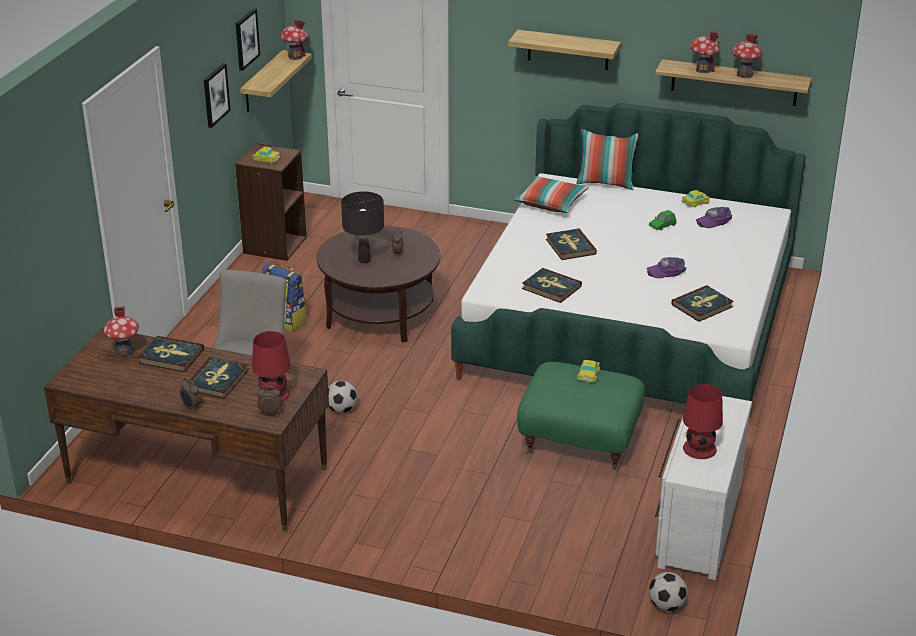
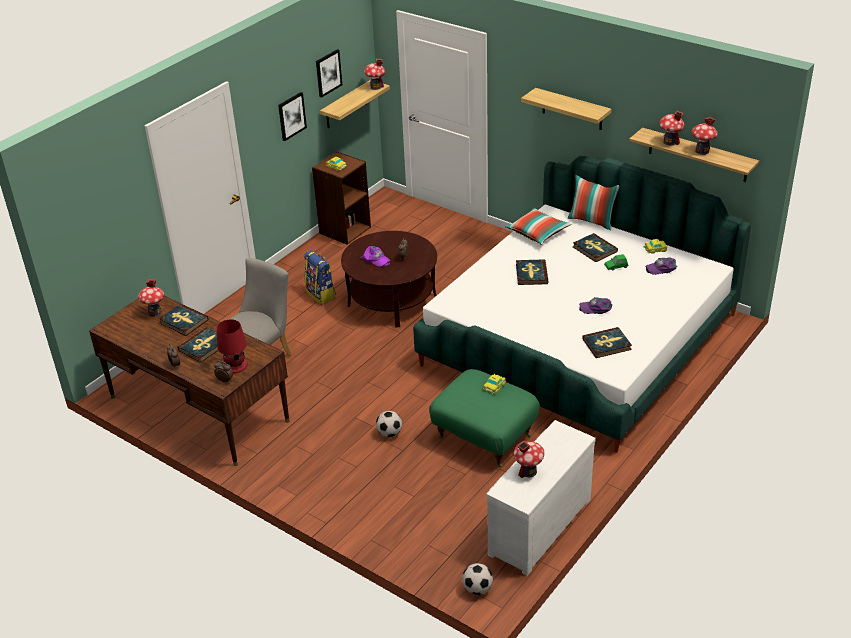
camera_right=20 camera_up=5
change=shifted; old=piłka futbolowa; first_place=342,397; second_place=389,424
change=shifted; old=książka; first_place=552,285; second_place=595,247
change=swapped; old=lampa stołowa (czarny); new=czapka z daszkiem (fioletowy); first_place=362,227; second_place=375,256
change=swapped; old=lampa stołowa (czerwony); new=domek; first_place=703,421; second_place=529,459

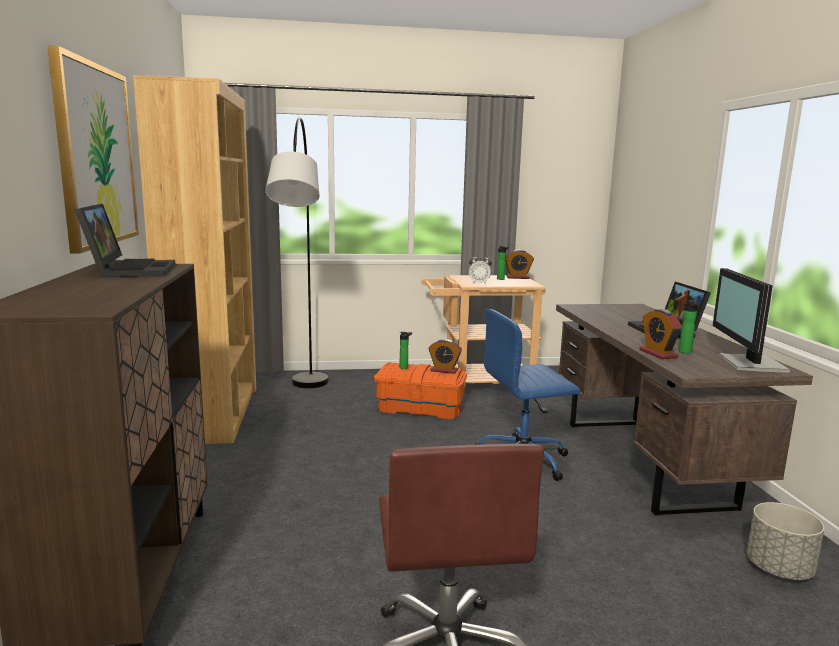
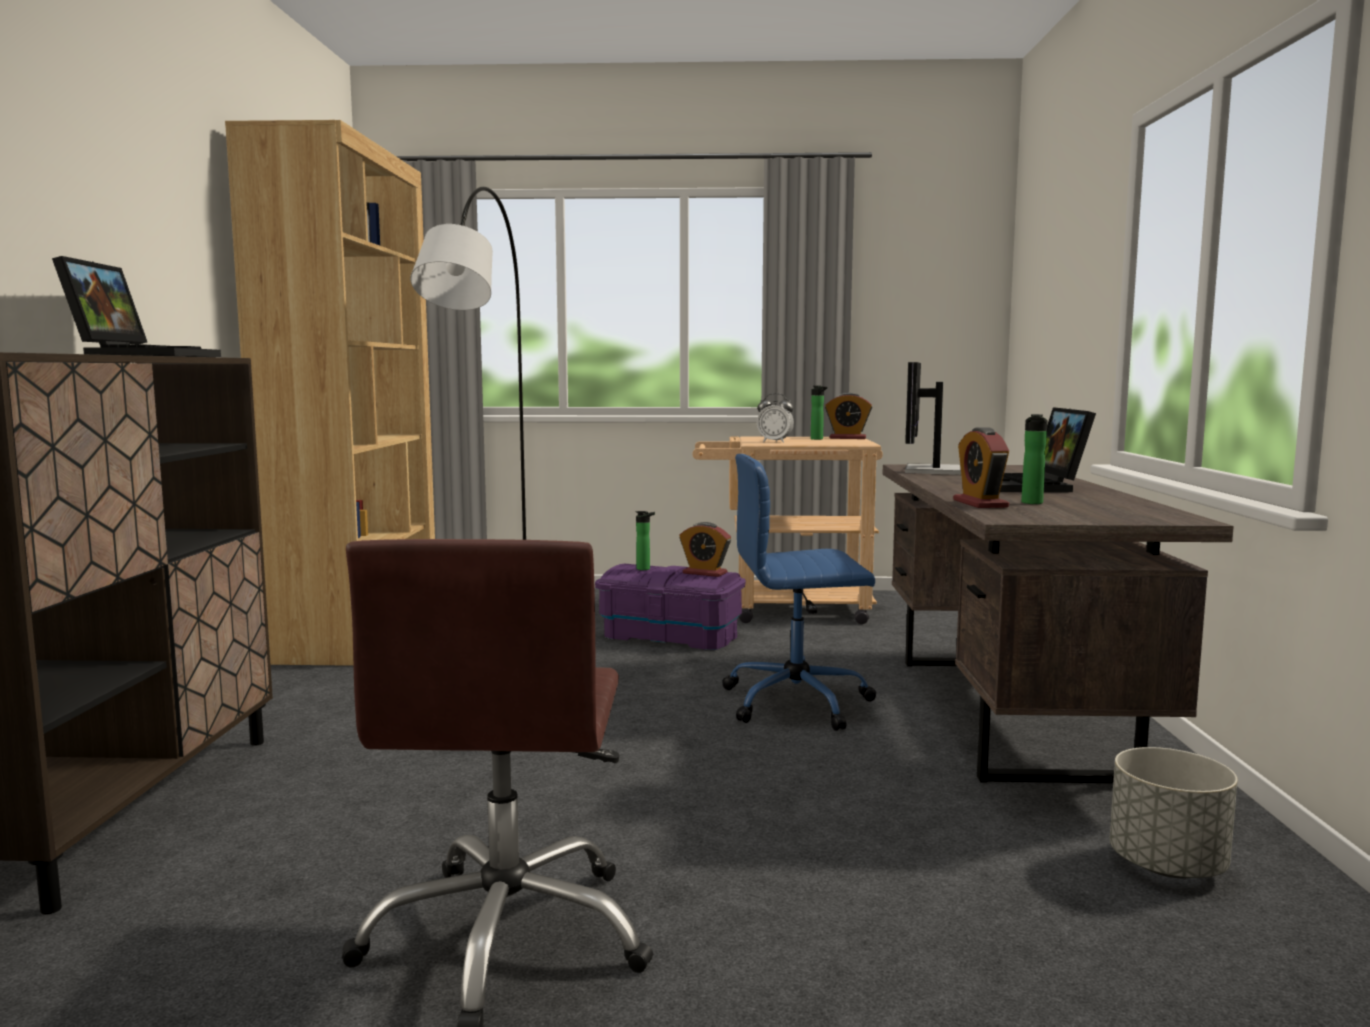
camera_right=10 camera_up=-5
change=gone; old=obraz; first_place=93,149
change=shifted; old=monitor; first_place=751,320; second_place=933,418
change=repainted; old=pojemnik do przechowywania (pomarańczowy); new=pojemnik do przechowywania (fioletowy); first_place=420,390; second_place=670,607

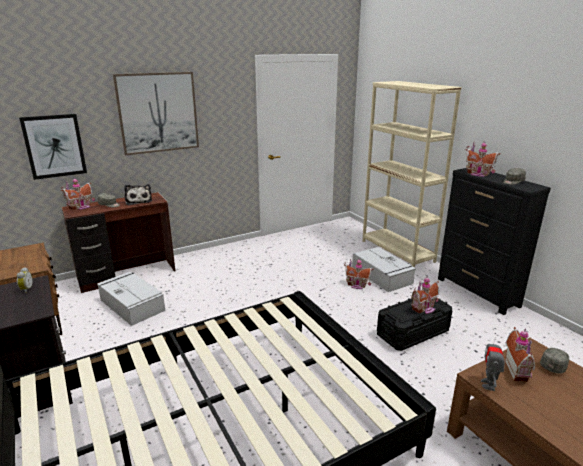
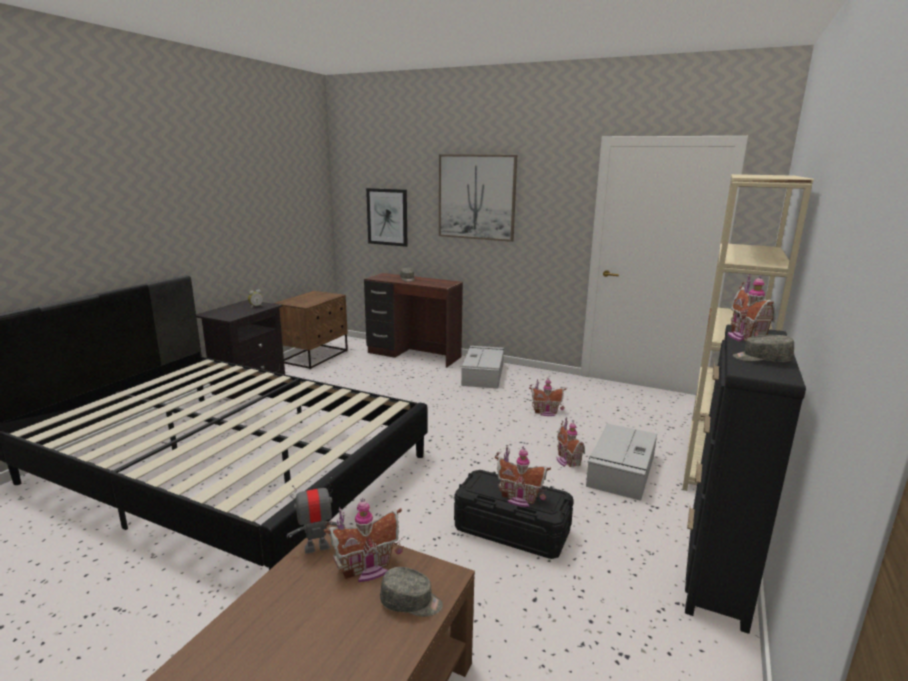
camera_right=55 camera_up=-5
change=gone; old=pluszak; first_place=138,194
change=shifted; old=domek; first_place=78,193; second_place=547,396
change=shifted; old=pojemnik do przechowywania (szary); first_place=131,298; second_place=482,367

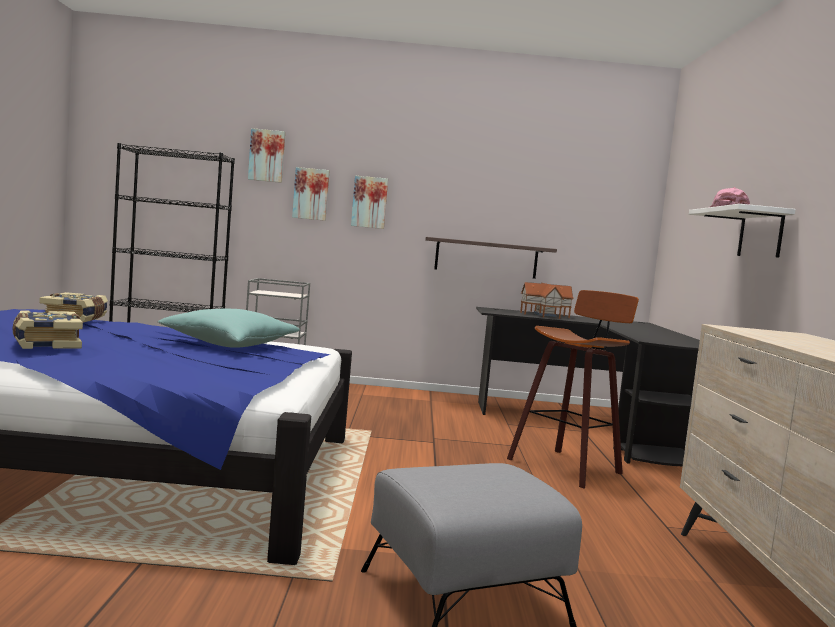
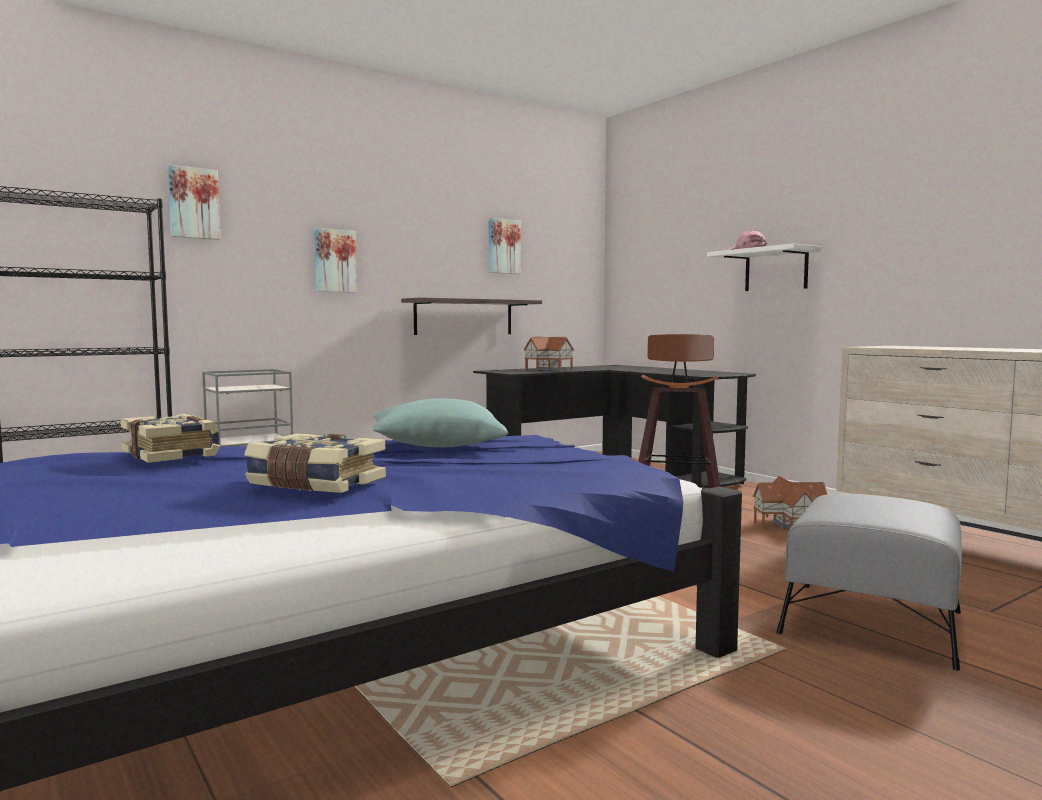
camera_right=-35 camera_up=0
change=new; new=domek; second_place=789,502
change=shifted; old=obraz; first_place=310,194; second_place=505,246

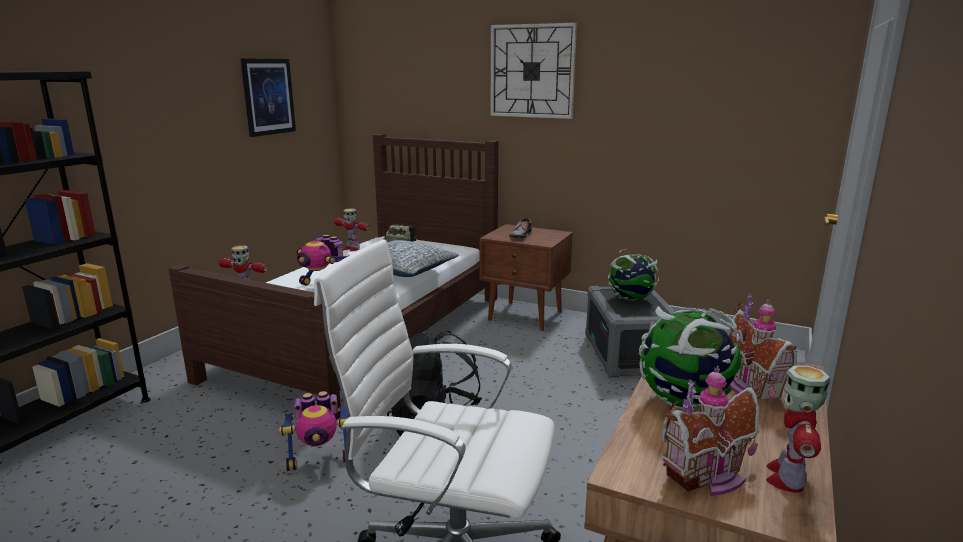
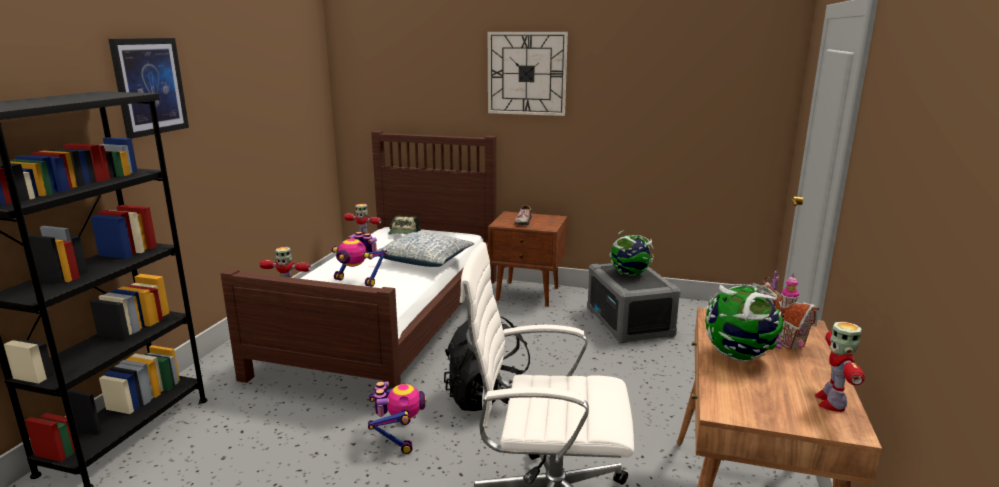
camera_right=-10 camera_up=0
change=gone; old=domek; first_place=711,431
change=shifted; old=obraz; first_place=268,97; second_place=148,88
change=rotated; old=robot zabawkowy; first_place=313,431; second_place=397,417; degrees=-75

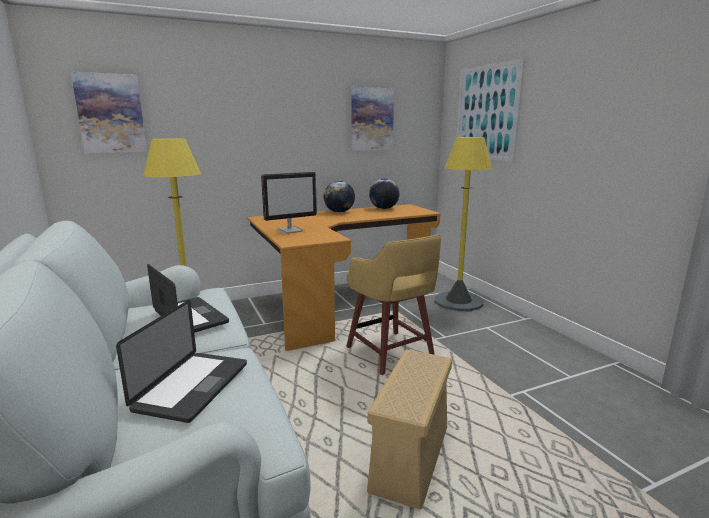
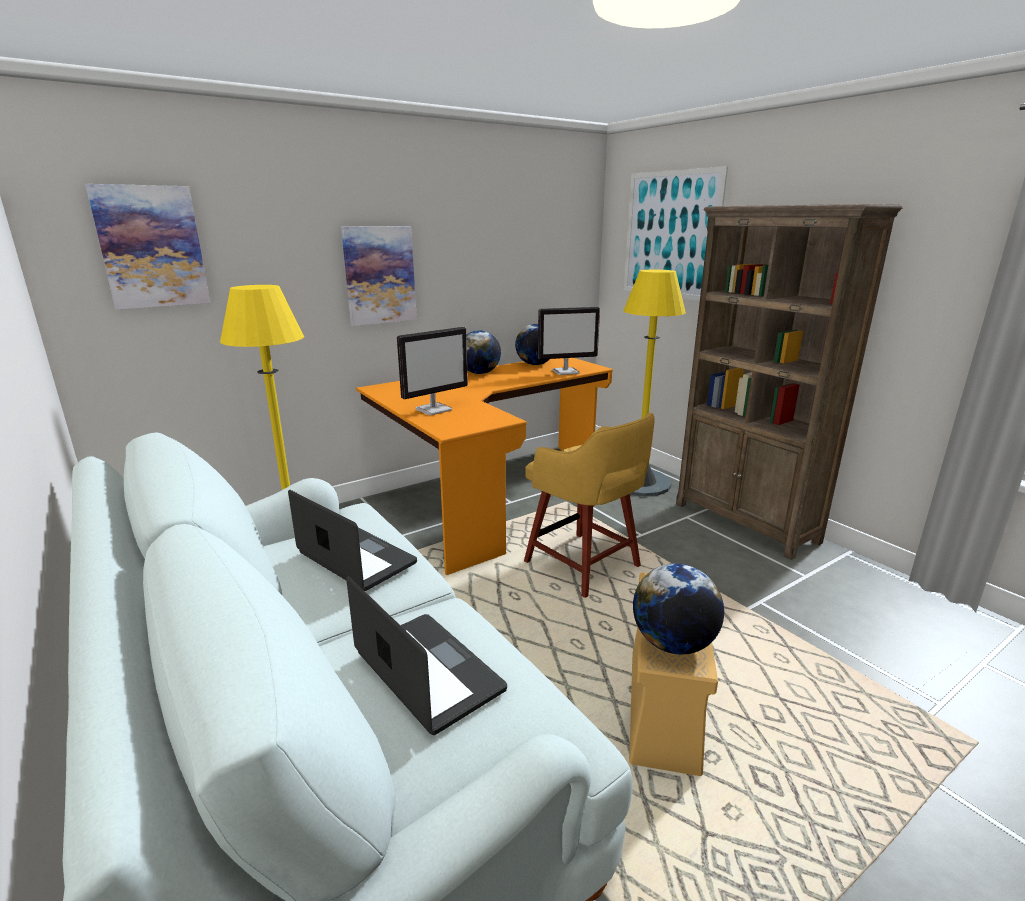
camera_right=-10 camera_up=5
change=new; new=monitor; second_place=569,341
change=new; new=globus; second_place=678,609
change=new; new=regał (brązowy); second_place=789,382
change=shifted; old=obraz; first_place=372,119; second_place=379,276
change=rotated; old=laptop; first_place=181,361; second_place=426,655; degrees=-45

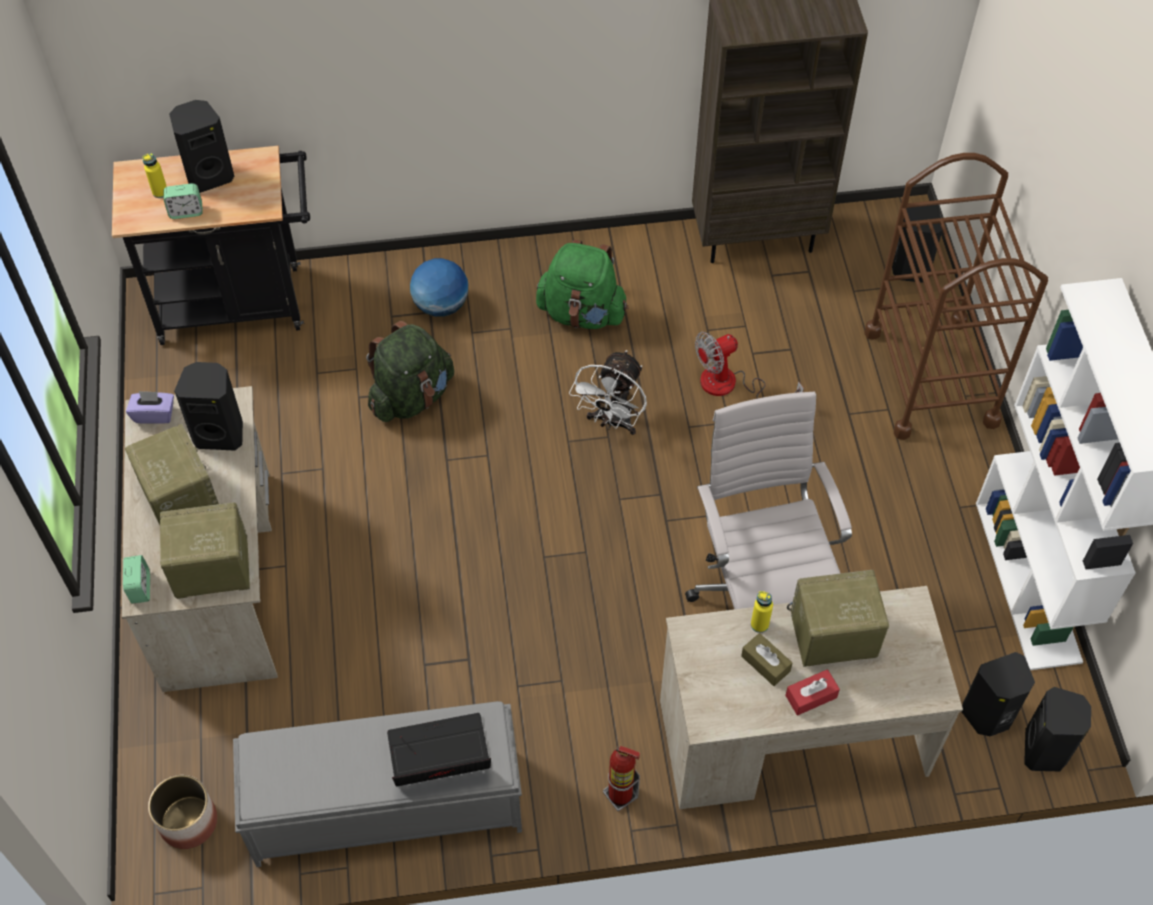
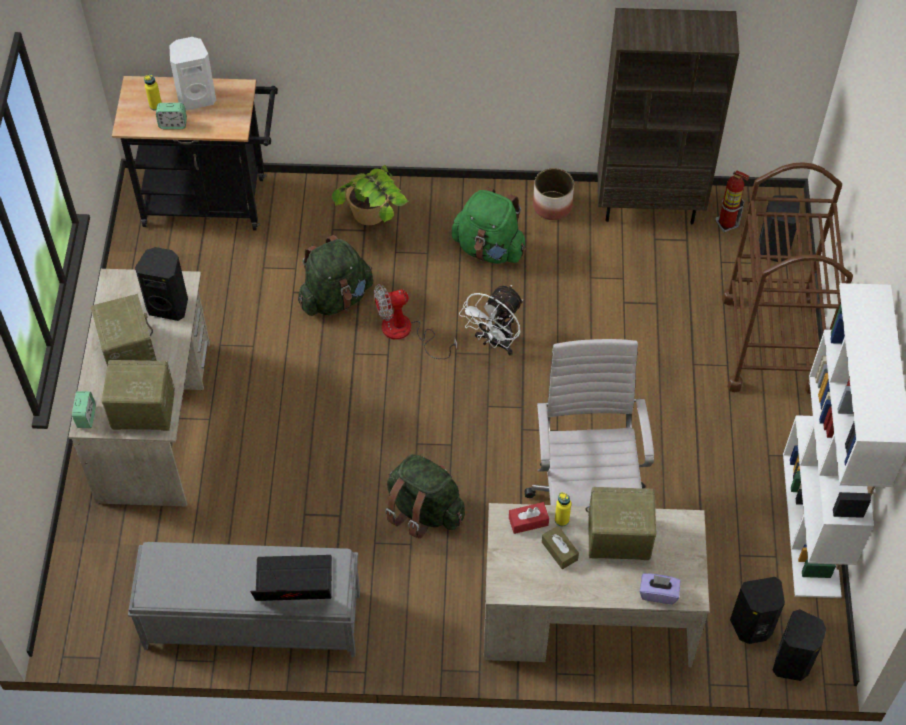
camera_right=10 camera_up=0
change=new; new=plecak (zielony); second_place=425,496
change=shifted; old=pudełko chusteczek (fioletowy); first_place=150,407; second_place=660,588
change=shifted; old=donica; first_place=182,812; second_place=553,194
change=shifted; old=gaśnica; first_place=621,778; second_place=732,202
change=shifted; old=wentylator; first_place=749,365; second_place=415,321
change=shifted; old=pudełko chusteczek (czerwony); first_place=812,692; second_place=529,518
change=swapped; old=globus; new=roślina doniczkowa; first_place=439,287; second_place=370,195
change=repainted; old=głośnik (czarny); new=głośnik (biały); first_place=201,146; second_place=192,73

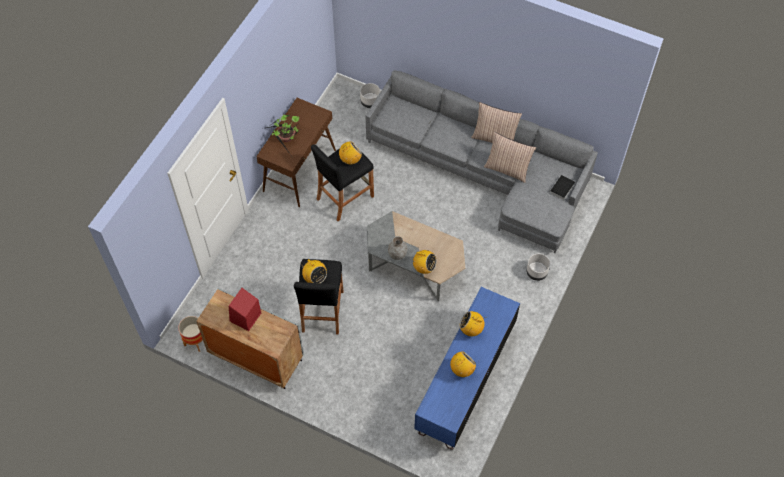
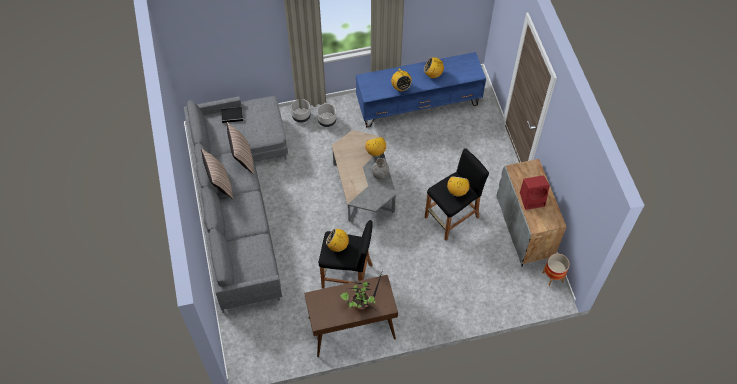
camera_right=-130 camera_up=0
change=shifted; old=donica (szary); first_place=370,95; second_place=326,115

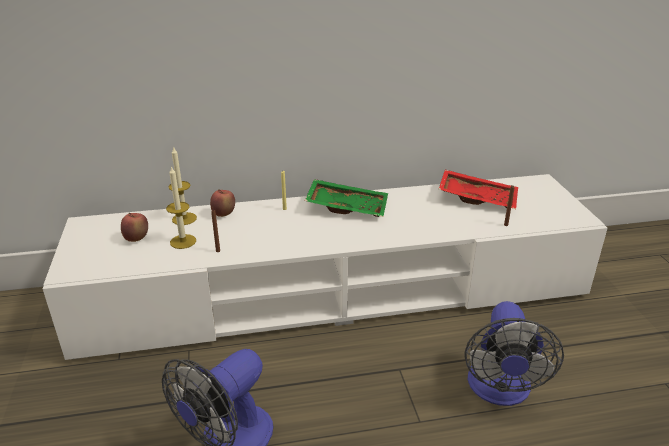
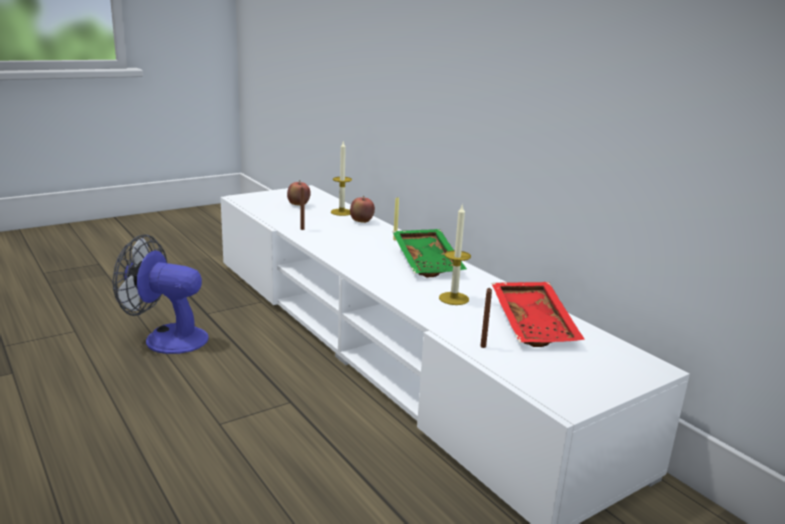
camera_right=65 camera_up=-10
change=gone; old=wentylator; first_place=514,353
change=shifted; old=świeca; first_place=181,207; second_place=455,255

